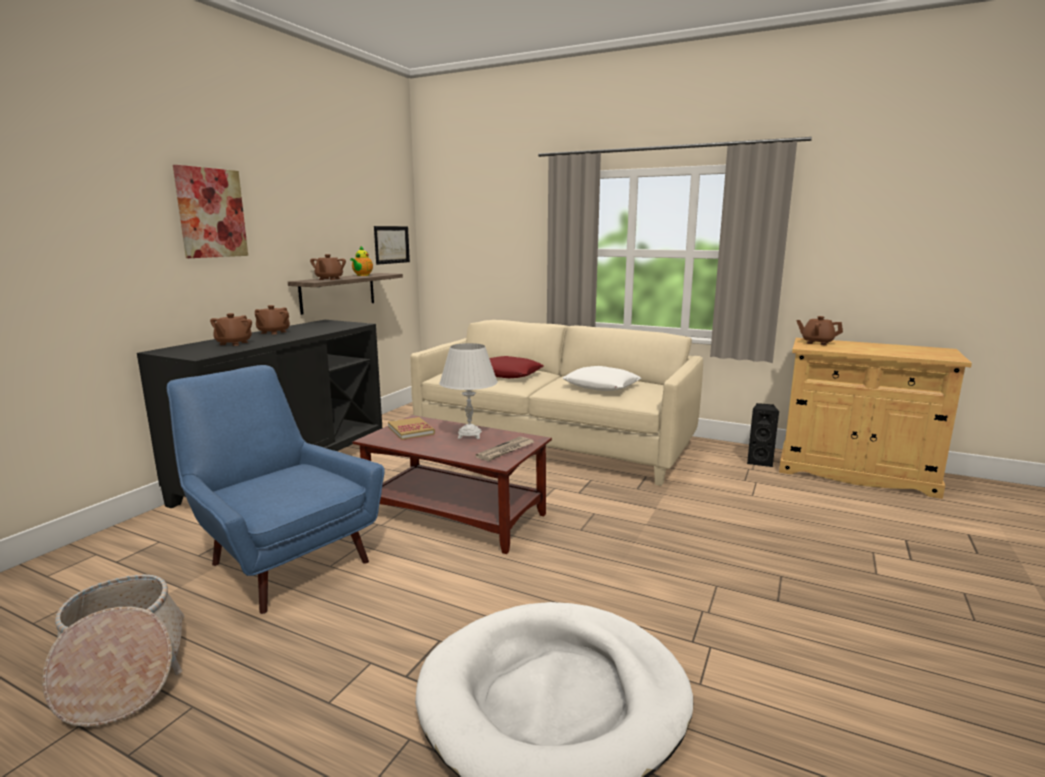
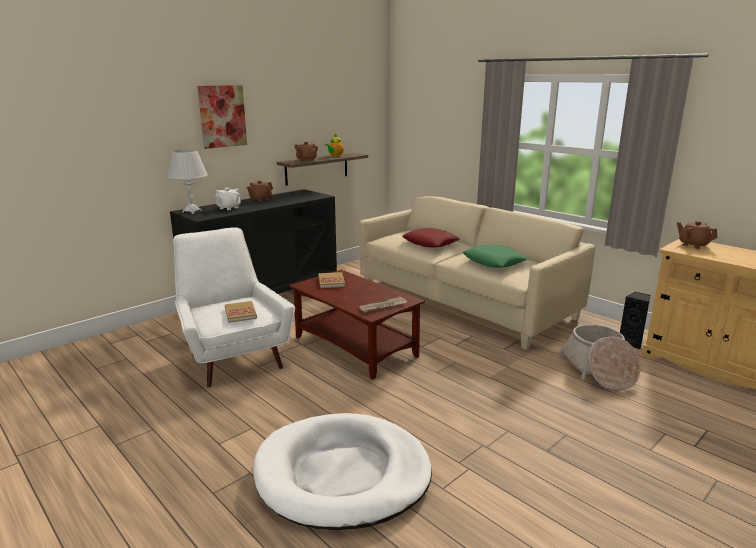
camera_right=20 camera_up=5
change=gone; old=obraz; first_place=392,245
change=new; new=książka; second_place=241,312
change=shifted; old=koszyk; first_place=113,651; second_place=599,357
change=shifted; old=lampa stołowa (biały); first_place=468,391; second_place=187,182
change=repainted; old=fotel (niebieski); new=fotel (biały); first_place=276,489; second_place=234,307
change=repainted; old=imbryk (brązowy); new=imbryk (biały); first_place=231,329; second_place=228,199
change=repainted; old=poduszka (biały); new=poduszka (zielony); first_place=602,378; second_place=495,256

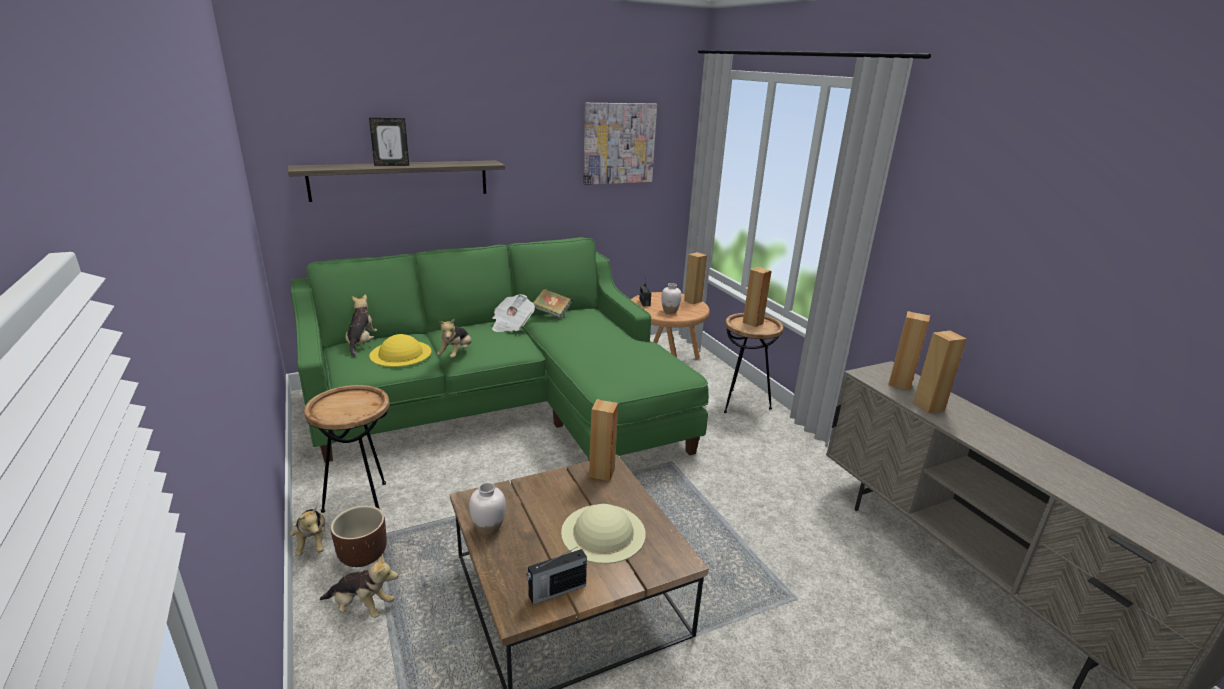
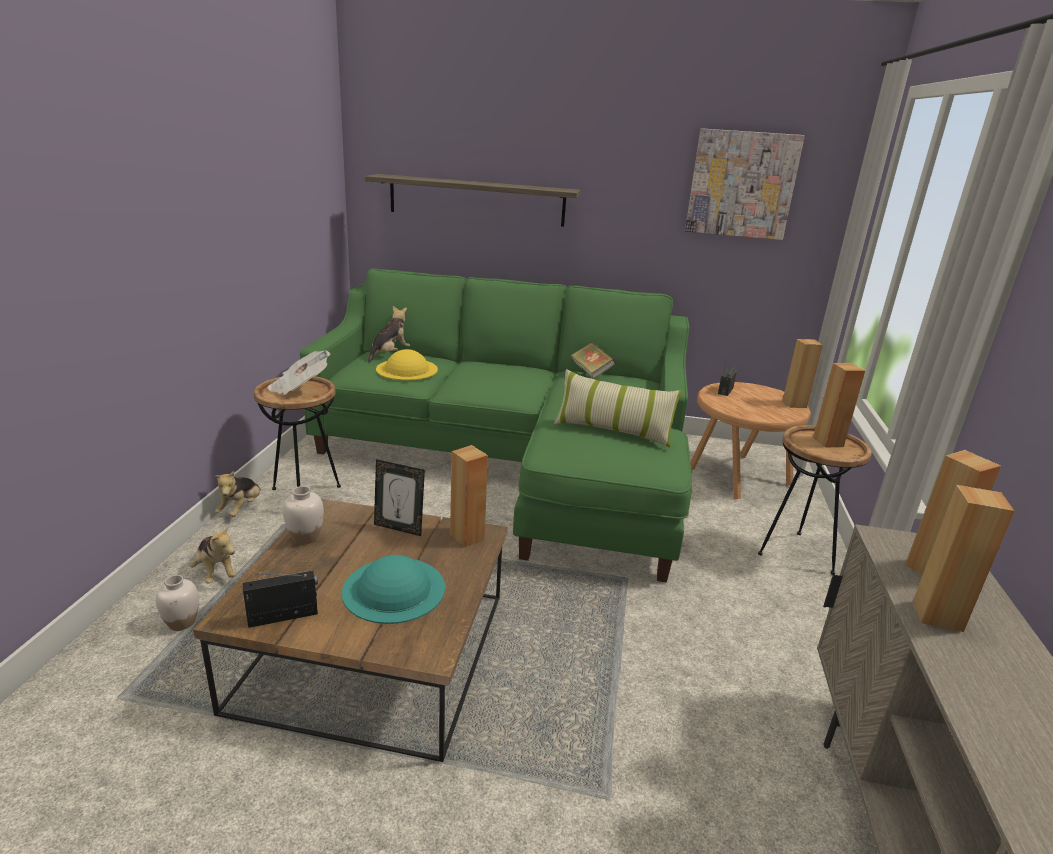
camera_right=35 camera_up=0
change=gone; old=donica (brązowy); first_place=359,536
change=gone; old=pluszak; first_place=454,338
change=new; new=poduszka; second_place=618,408
change=shifted; old=ramka na zdjęcie; first_place=389,142; second_place=399,497
change=shifted; old=gazeta; first_place=513,313; second_place=298,372
change=shifted; old=wazon (biały); first_place=671,298; second_place=177,603
change=repainted; old=kapelusz (beżowy); new=kapelusz (turkusowy); first_place=603,534; second_place=393,589
change=rotated; old=radio; first_place=557,576; second_place=280,599; degrees=150

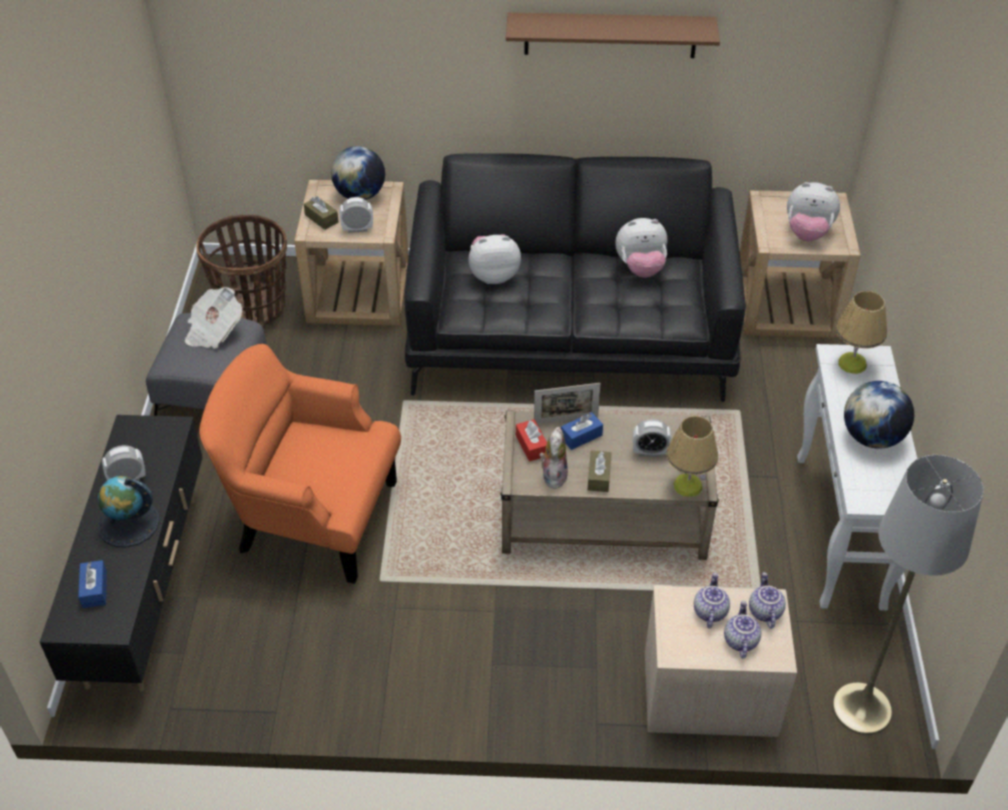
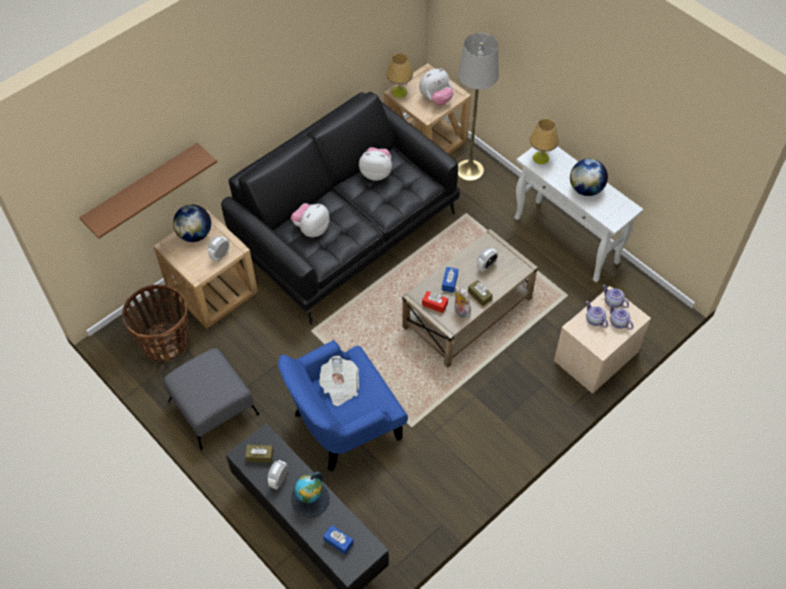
camera_right=-45 camera_up=10
change=gone; old=ramka na zdjęcie; first_place=567,403
change=shifted; old=gazeta; first_place=213,318; second_place=339,381
change=shifted; old=pudełko chusteczek (brązowy); first_place=321,213; second_place=259,454
change=shifted; old=półka (brązowy); first_place=613,35; second_place=148,190
change=shifted; old=lampa stołowa; first_place=692,456; second_place=399,75
change=shifted; old=lampa stojąca (szary); first_place=908,595; second_place=478,107
change=repainted; old=fotel (pomarańczowy); new=fotel (niebieski); first_place=300,464; second_place=343,406
change=rotated; old=pluszak; first_place=641,248; second_place=375,164; degrees=-120

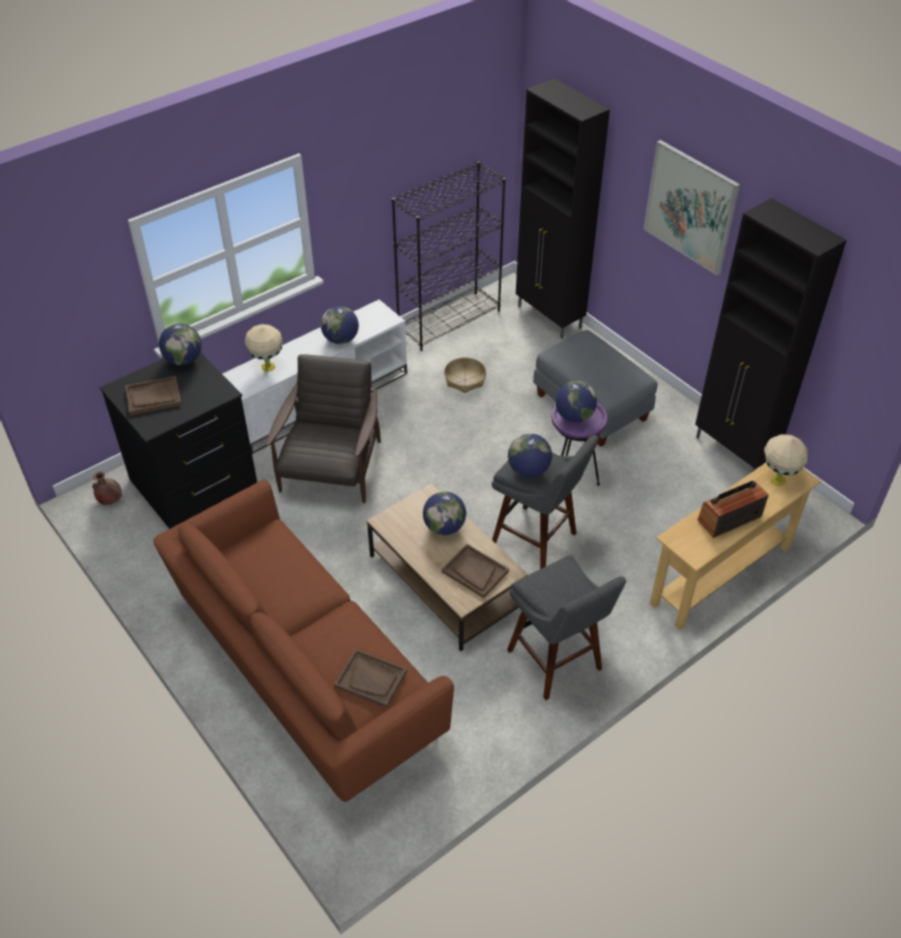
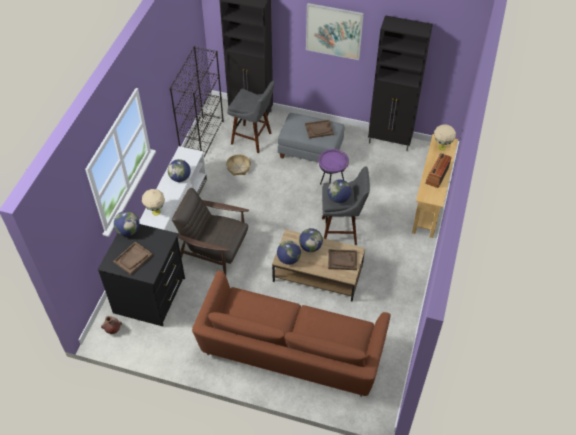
camera_right=-35 camera_up=5
change=shifted; old=taca (brązowy); first_place=370,678; second_place=319,129
change=shifted; old=stołek (szary); first_place=566,627; second_place=251,117
change=shifted; old=globus; first_place=576,401; second_place=289,252
change=rotated; old=fotel (brązowy); first_place=323,428; second_place=210,231; degrees=-45

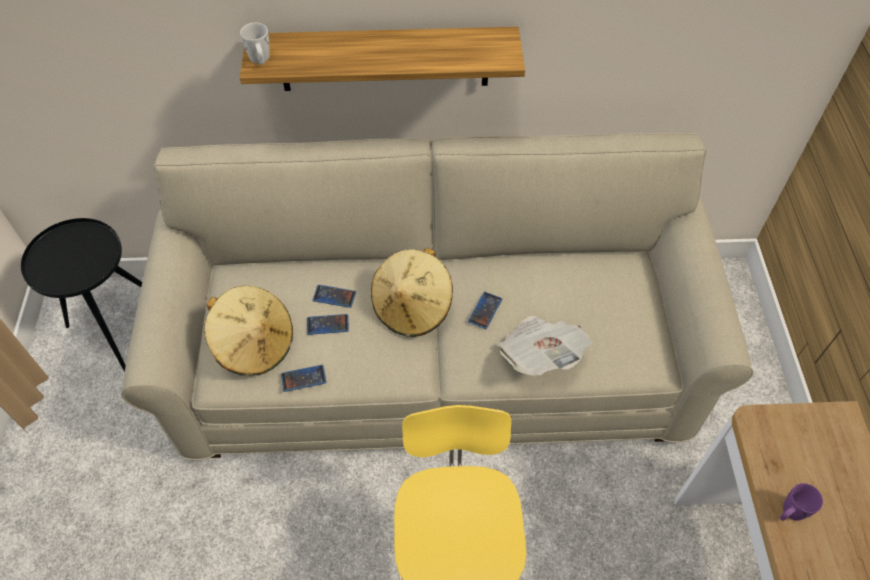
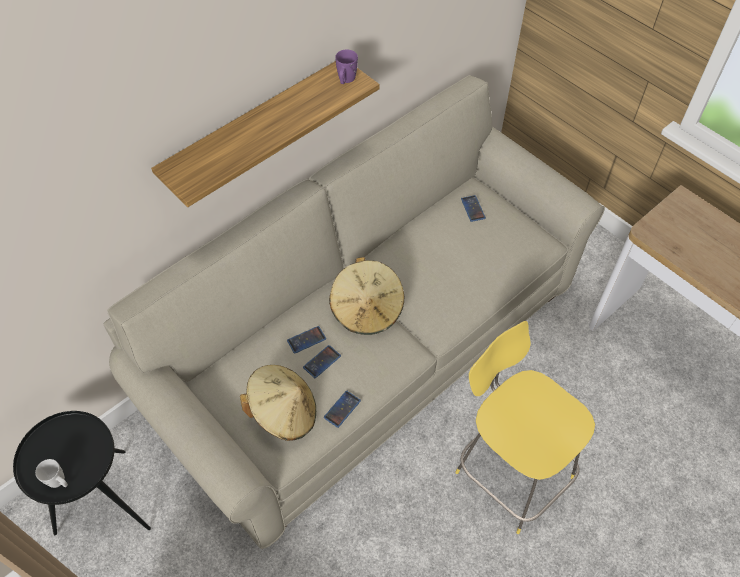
camera_right=-40 camera_up=0
change=gone; old=gazeta; first_place=544,345
change=shifted; old=kubek (biały); first_place=255,43; second_place=51,473
change=shifted; old=telefon; first_place=485,310; second_place=473,208
change=shifted; old=kubek (fioletowy); first_place=801,502; second_place=346,66

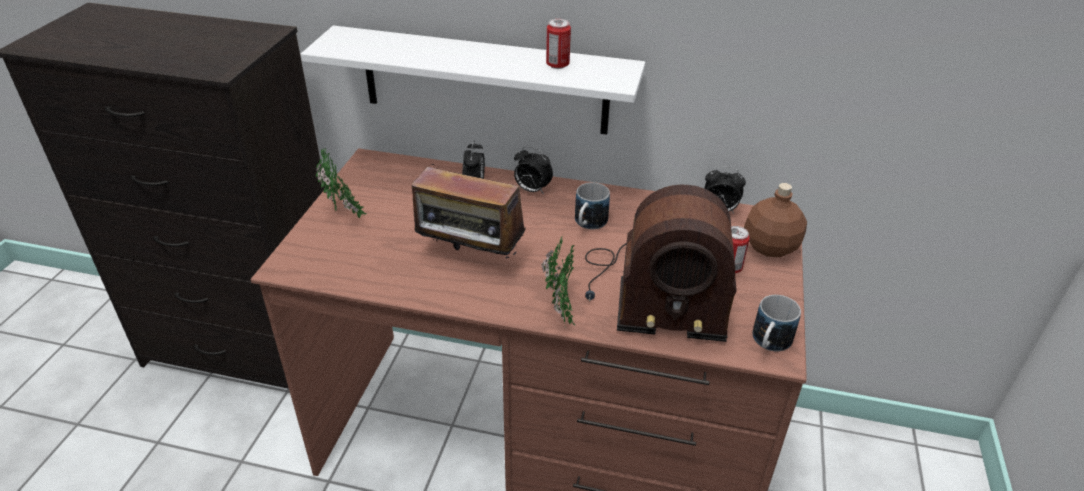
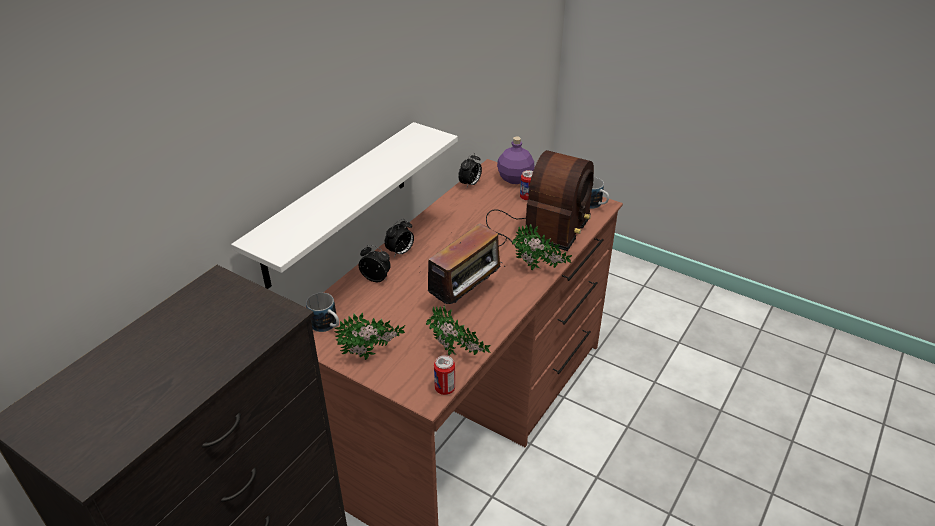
camera_right=-70 camera_up=0
change=new; new=roślina doniczkowa; second_place=458,330
change=shifted; old=puszka; first_place=558,44; second_place=444,375
change=shifted; old=kubek; first_place=592,206; second_place=322,312
change=repainted; old=butelka (brązowy); new=butelka (fioletowy); first_place=775,220; second_place=516,160

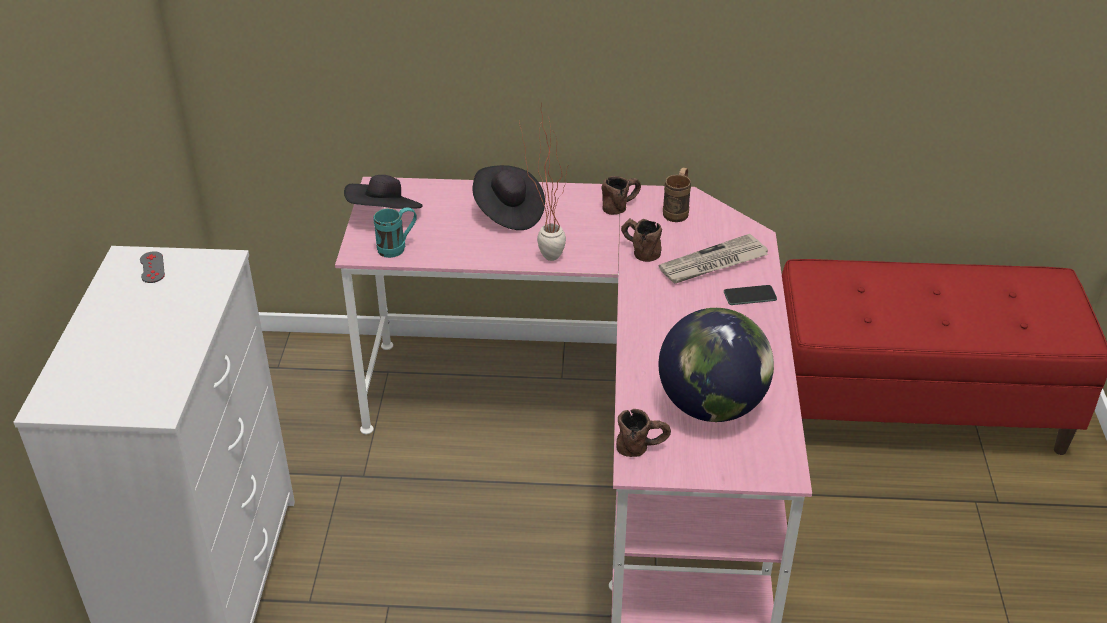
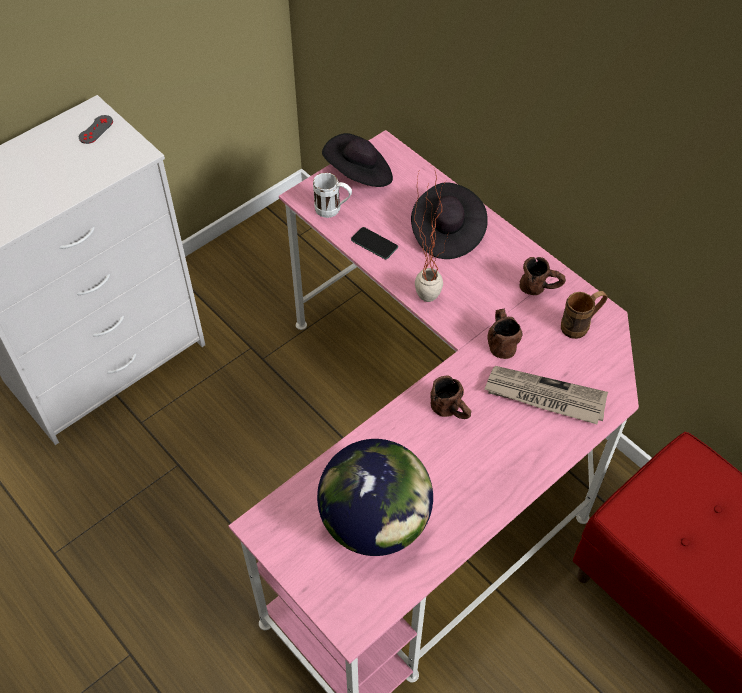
camera_right=45 camera_up=15
change=shifted; old=kubek (brązowy); first_place=643,433; second_place=450,397
change=shifted; old=telefon; first_place=750,295; second_place=374,243
change=repainted; old=kubek (turkusowy); new=kubek (biały); first_place=395,232; second_place=332,195

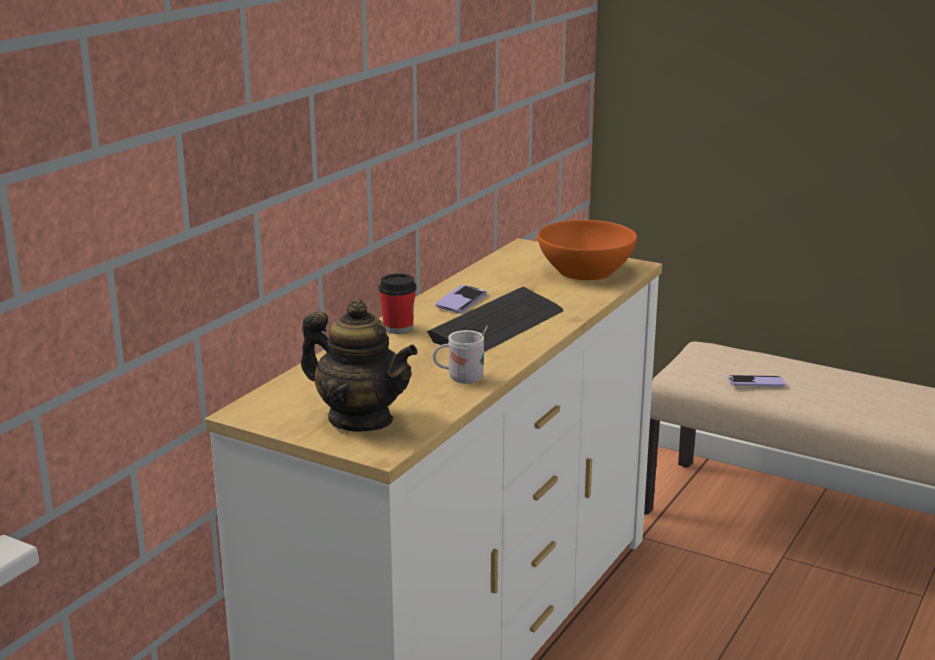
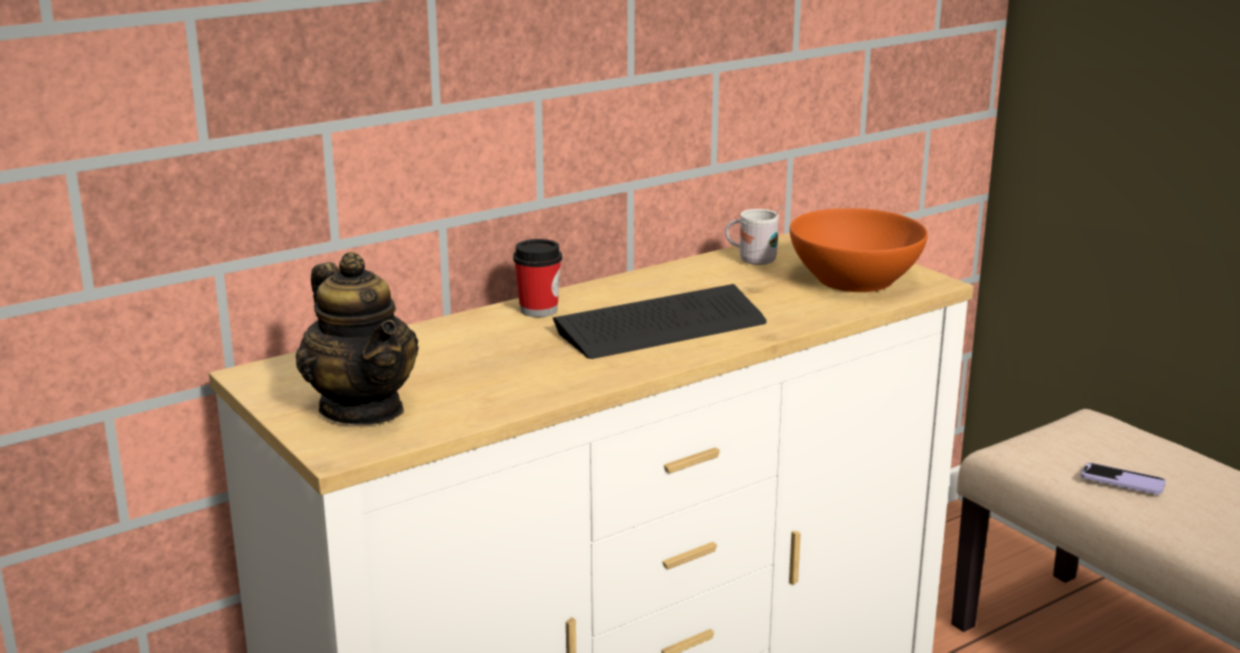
camera_right=25 camera_up=0
change=gone; old=telefon; first_place=461,299
change=shifted; old=kubek (biały); first_place=460,355; second_place=754,235

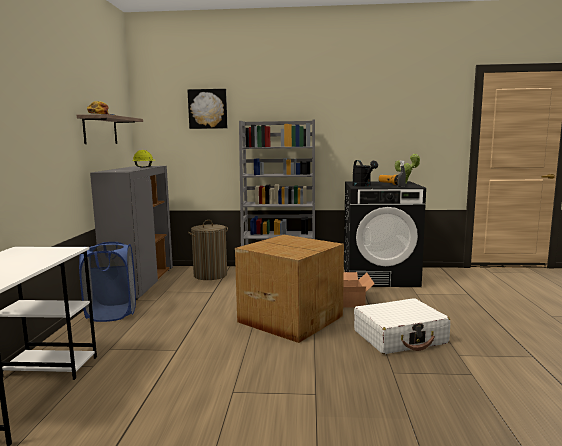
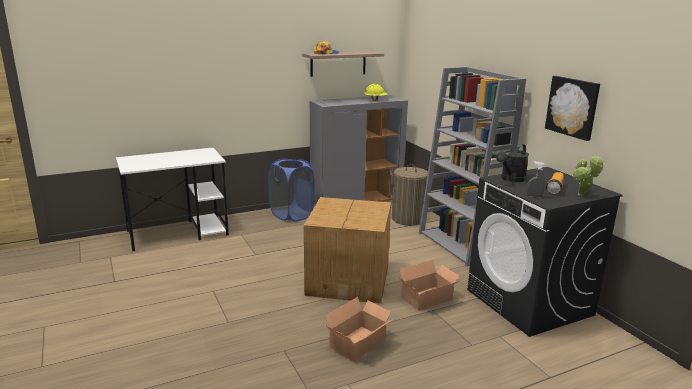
camera_right=60 camera_up=10
change=shifted; old=obraz; first_place=207,109; second_place=572,108
change=swapped; old=walizka (biały); new=karton; first_place=402,326; second_place=360,329

